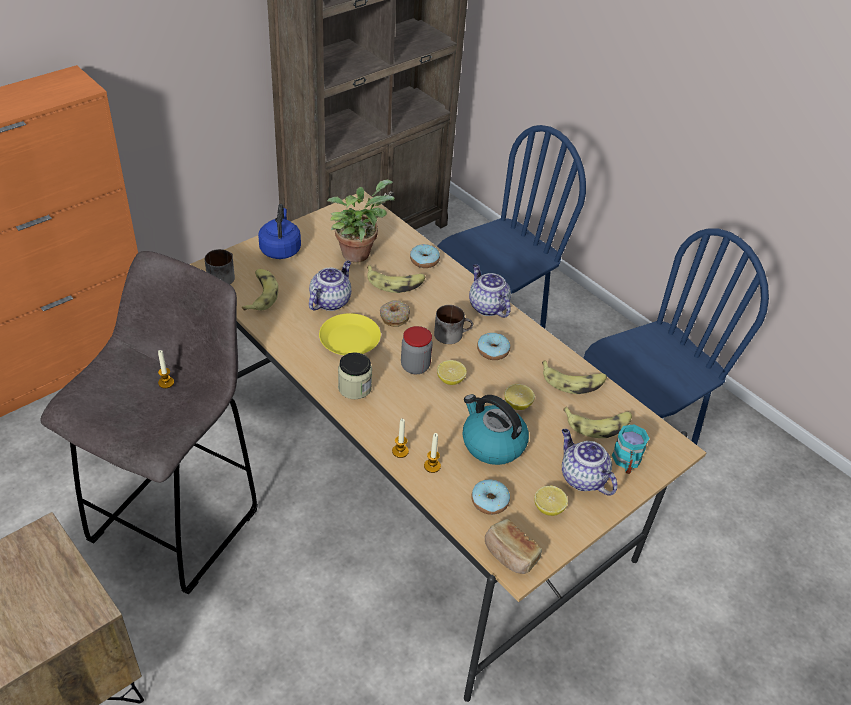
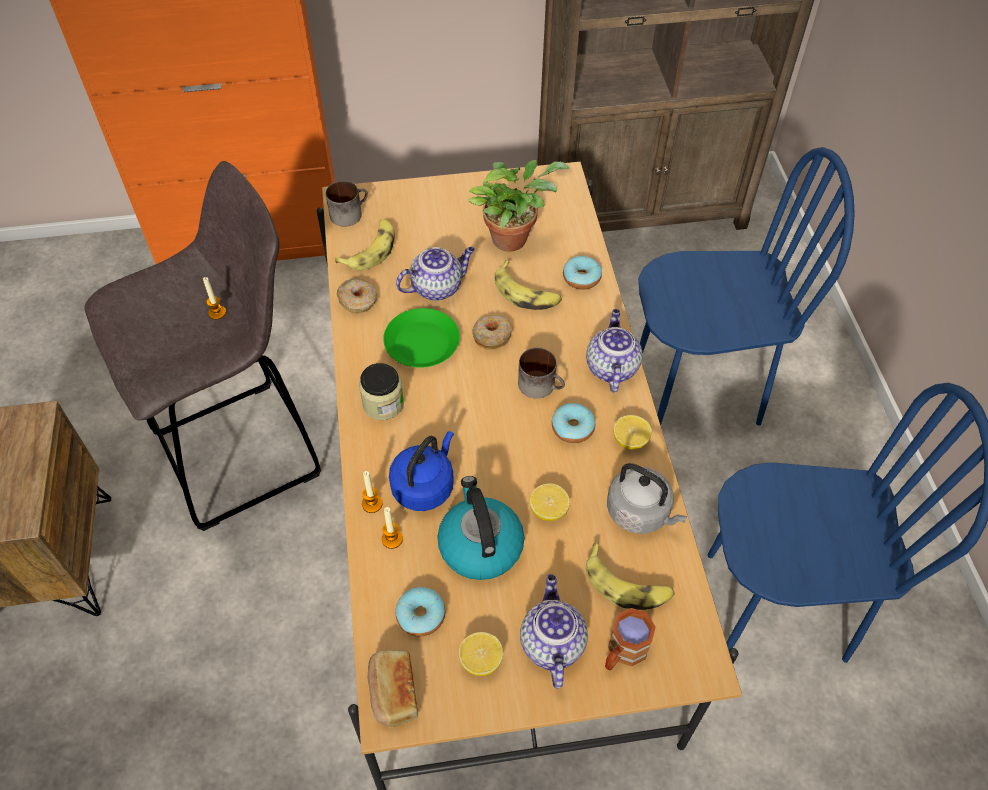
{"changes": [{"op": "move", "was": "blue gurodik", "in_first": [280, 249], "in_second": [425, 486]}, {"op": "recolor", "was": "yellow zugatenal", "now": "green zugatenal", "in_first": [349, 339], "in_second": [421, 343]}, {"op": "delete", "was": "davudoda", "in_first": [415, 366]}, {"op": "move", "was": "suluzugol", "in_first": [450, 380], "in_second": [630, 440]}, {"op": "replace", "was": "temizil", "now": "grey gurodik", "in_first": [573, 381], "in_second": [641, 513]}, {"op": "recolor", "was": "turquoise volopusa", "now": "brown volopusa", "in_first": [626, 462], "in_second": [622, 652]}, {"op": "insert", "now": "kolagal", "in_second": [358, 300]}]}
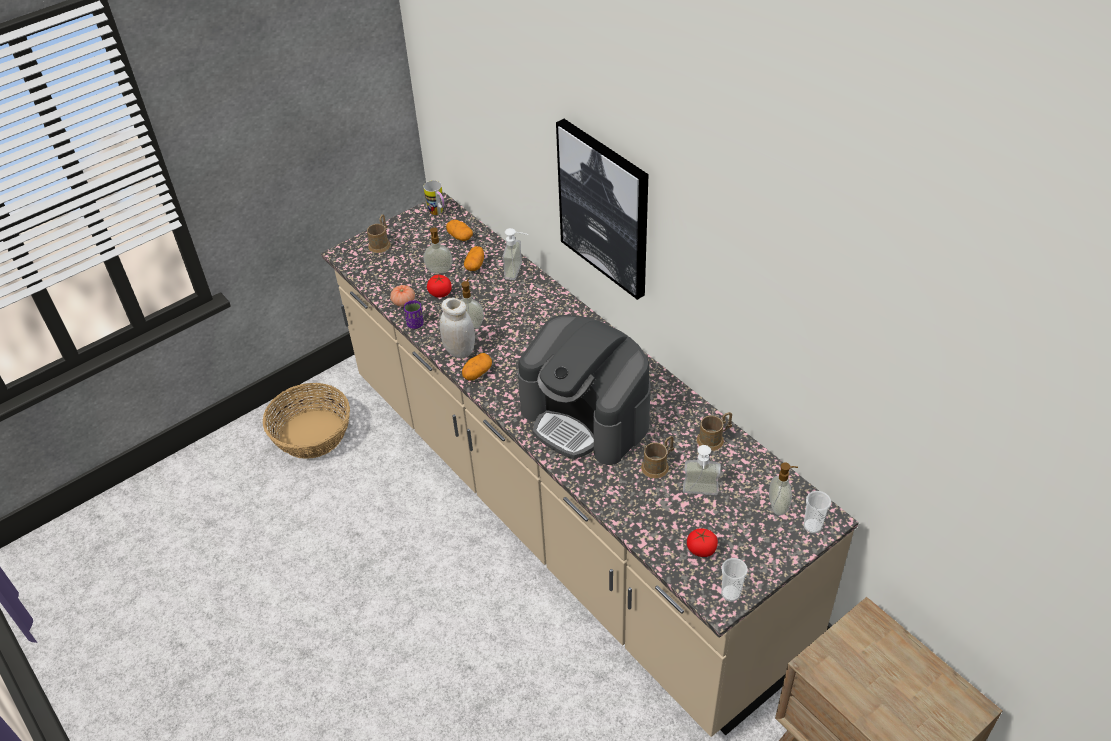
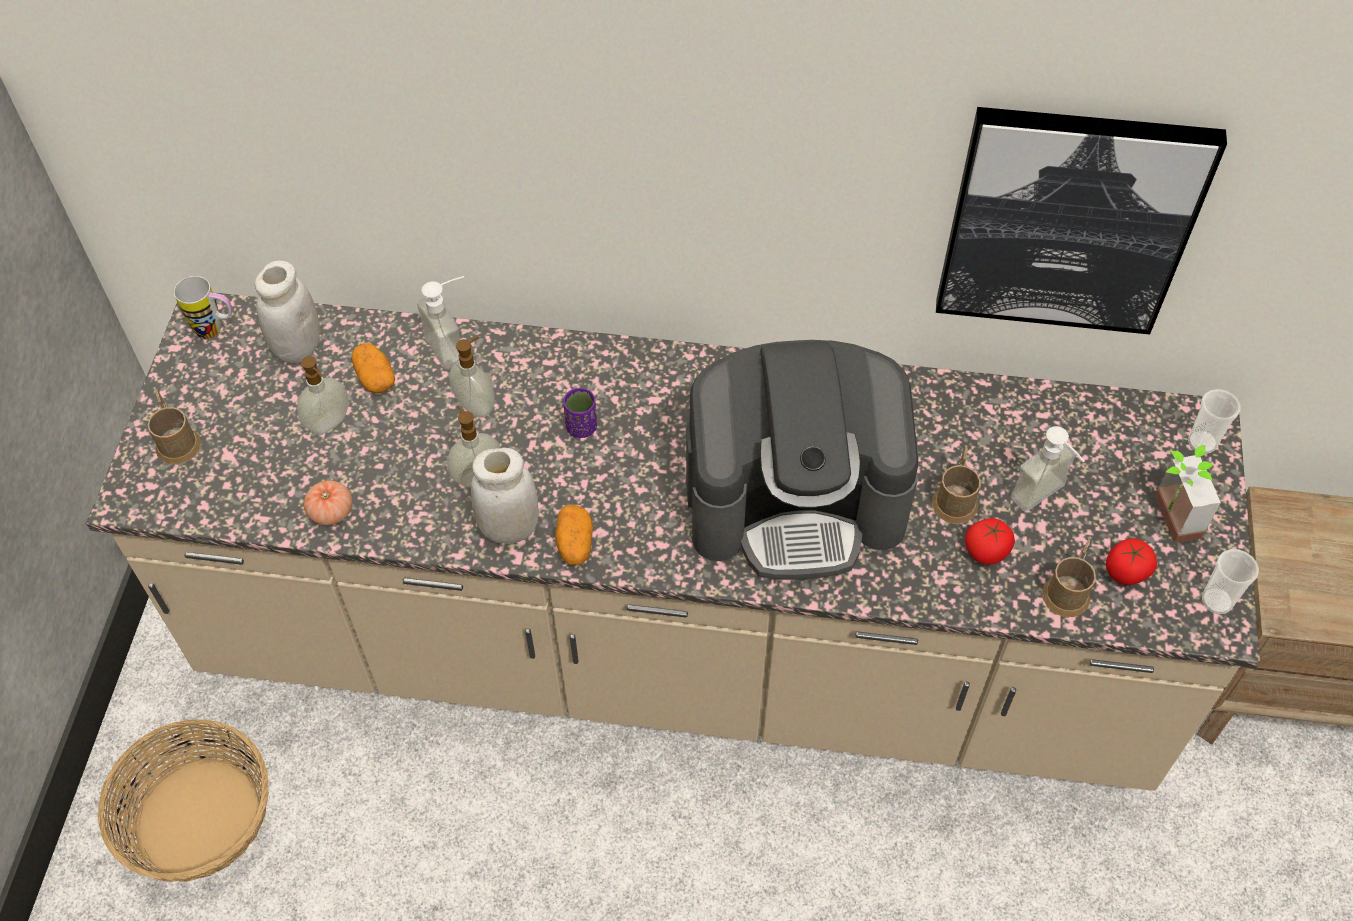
{"changes": [{"op": "move", "was": "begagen", "in_first": [605, 208], "in_second": [1069, 221]}, {"op": "replace", "was": "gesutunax", "now": "white davudoda", "in_first": [460, 236], "in_second": [297, 347]}, {"op": "move", "was": "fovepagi", "in_first": [440, 293], "in_second": [986, 551]}, {"op": "move", "was": "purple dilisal", "in_first": [415, 324], "in_second": [581, 427]}, {"op": "move", "was": "brown volopusa", "in_first": [714, 439], "in_second": [1068, 589]}, {"op": "move", "was": "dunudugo", "in_first": [779, 506], "in_second": [476, 405]}, {"op": "insert", "now": "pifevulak", "in_second": [1166, 519]}]}
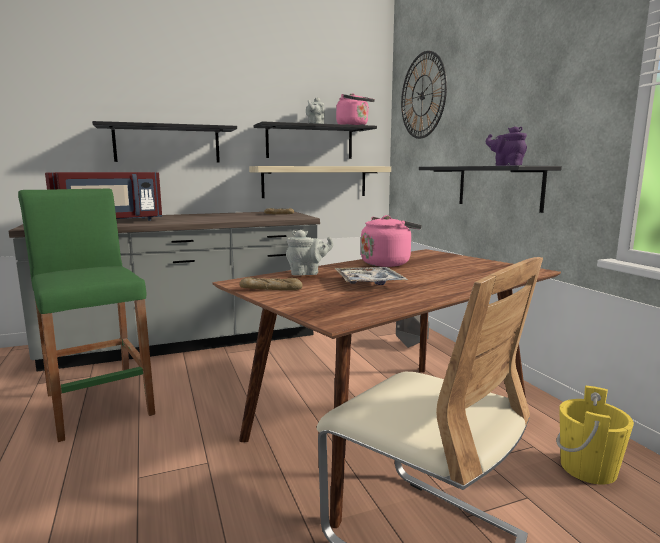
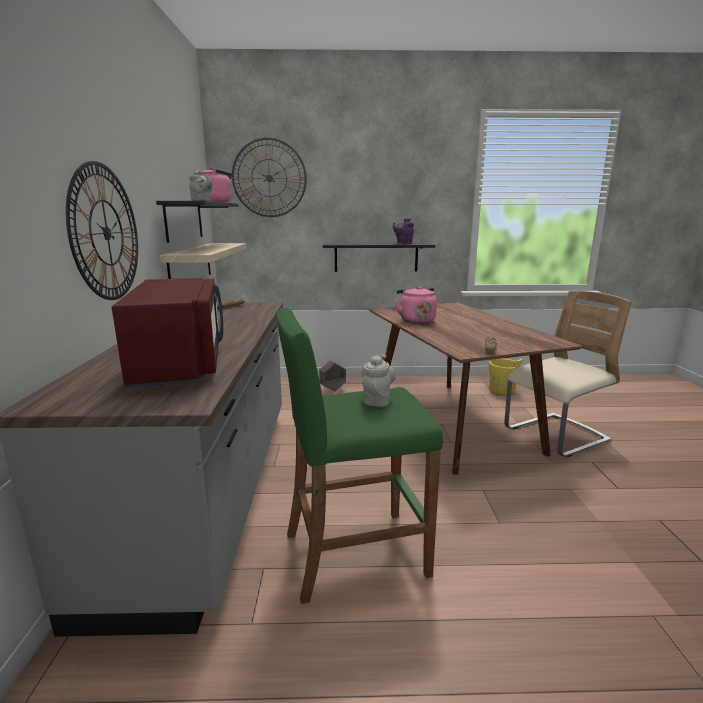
{"changes": [{"op": "replace", "was": "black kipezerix", "now": "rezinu", "in_first": [167, 144], "in_second": [106, 233]}, {"op": "move", "was": "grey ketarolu", "in_first": [307, 273], "in_second": [377, 400]}, {"op": "delete", "was": "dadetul", "in_first": [368, 283]}]}
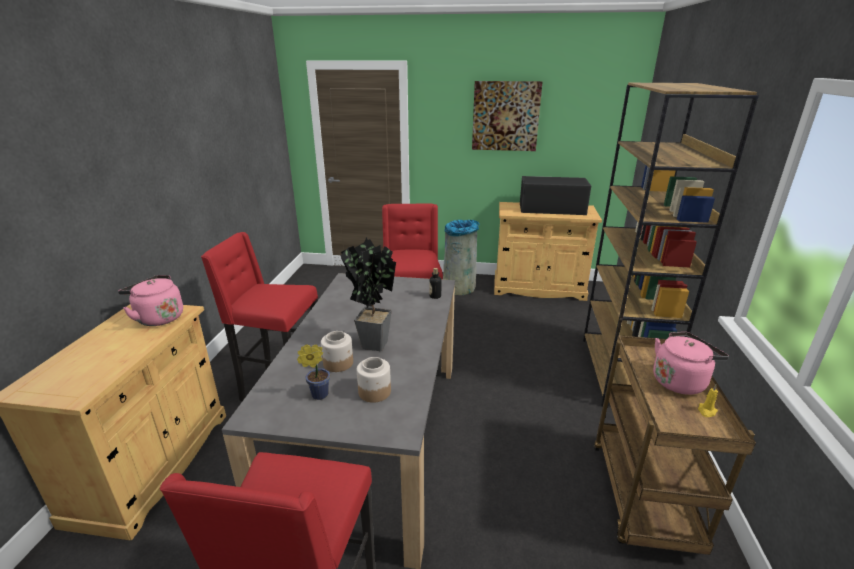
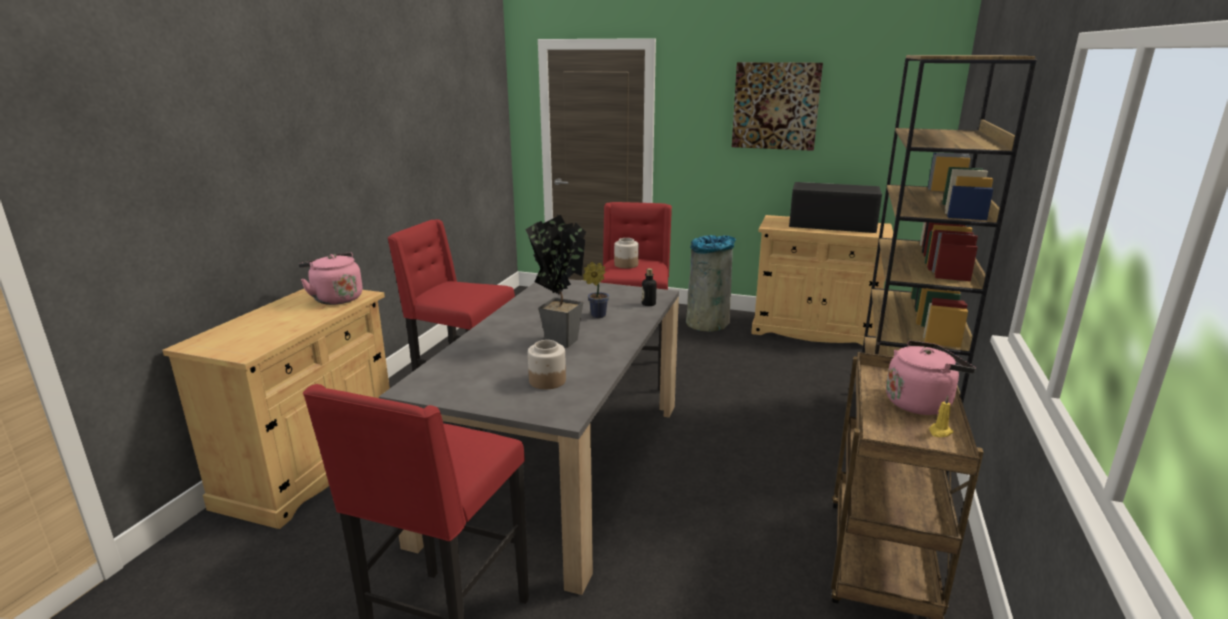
{"changes": [{"op": "move", "was": "davudoda", "in_first": [338, 363], "in_second": [626, 265]}, {"op": "move", "was": "pifevulak", "in_first": [317, 395], "in_second": [596, 315]}]}
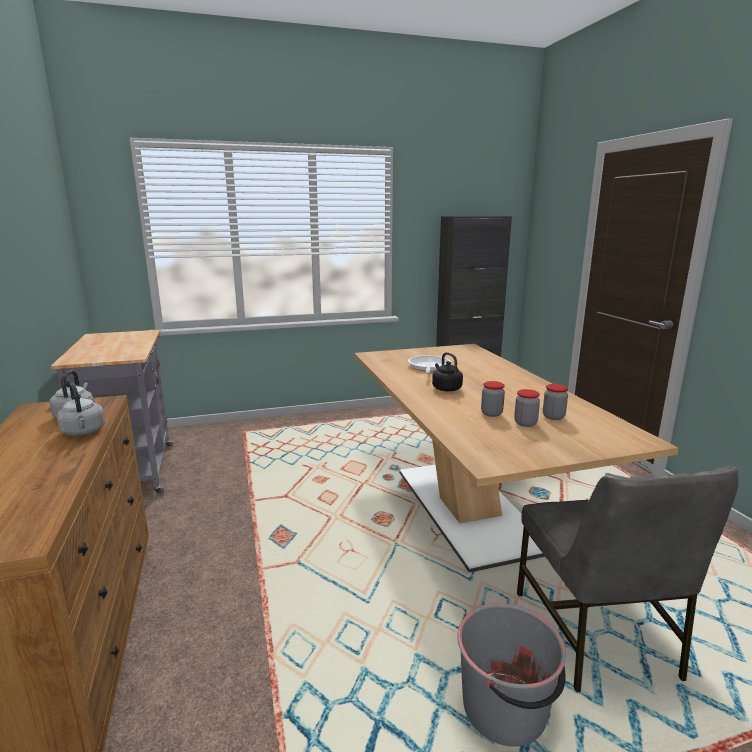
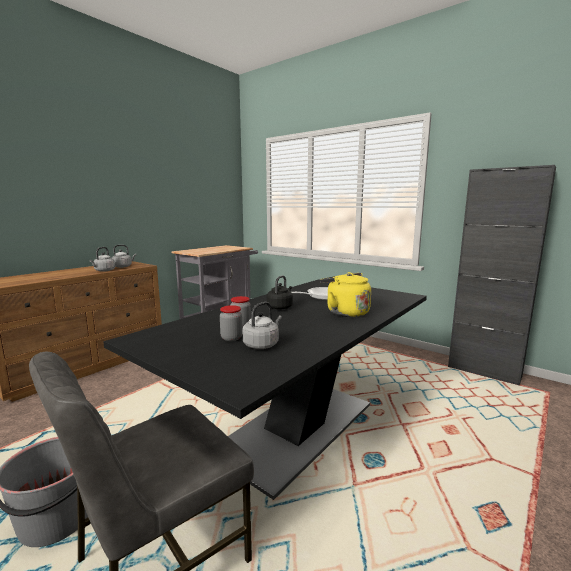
{"changes": [{"op": "recolor", "was": "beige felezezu", "now": "black felezezu", "in_first": [467, 509], "in_second": [296, 428]}, {"op": "replace", "was": "davudoda", "now": "grey gurodik", "in_first": [553, 417], "in_second": [262, 344]}, {"op": "insert", "now": "yellow gurodik", "in_second": [345, 312]}]}
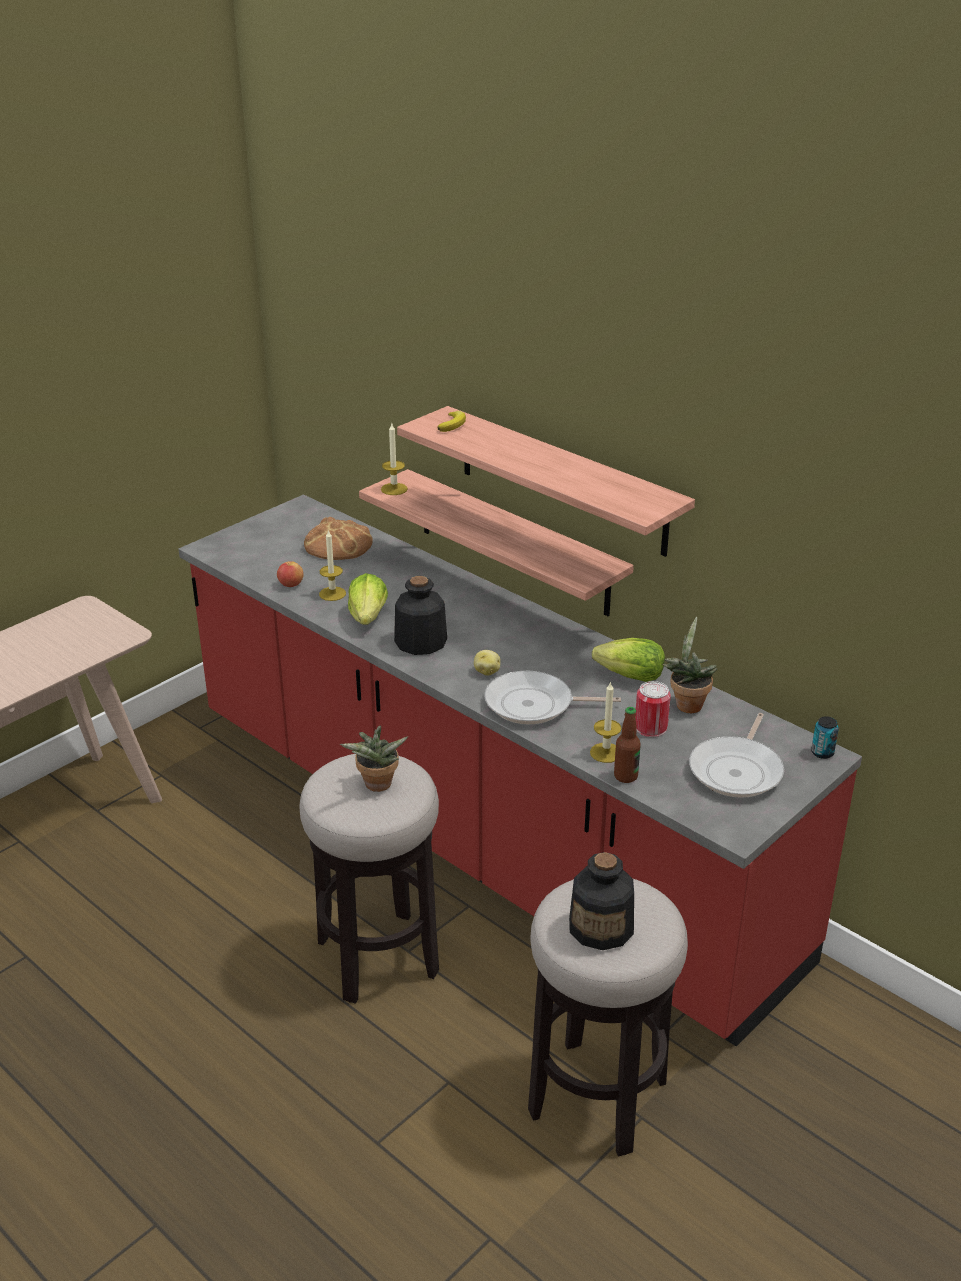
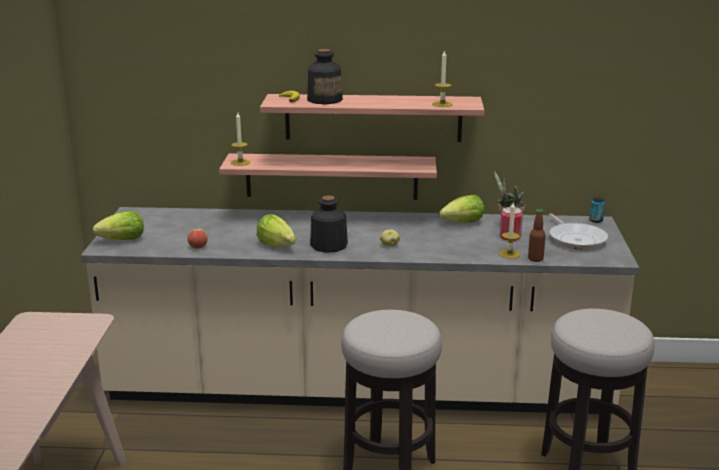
{"changes": [{"op": "recolor", "was": "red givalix", "now": "beige givalix", "in_first": [480, 834], "in_second": [359, 387]}, {"op": "delete", "was": "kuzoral", "in_first": [338, 544]}, {"op": "move", "was": "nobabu", "in_first": [332, 594], "in_second": [442, 104]}, {"op": "delete", "was": "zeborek", "in_first": [534, 705]}, {"op": "delete", "was": "pifevulak", "in_first": [377, 786]}, {"op": "move", "was": "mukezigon", "in_first": [601, 927], "in_second": [325, 100]}, {"op": "insert", "now": "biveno", "in_second": [123, 240]}]}
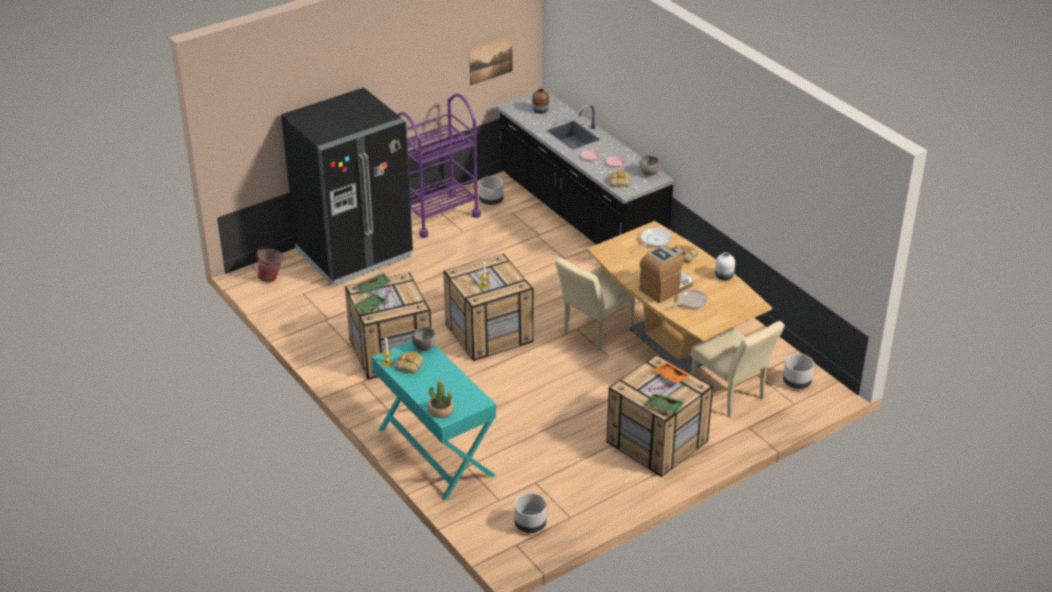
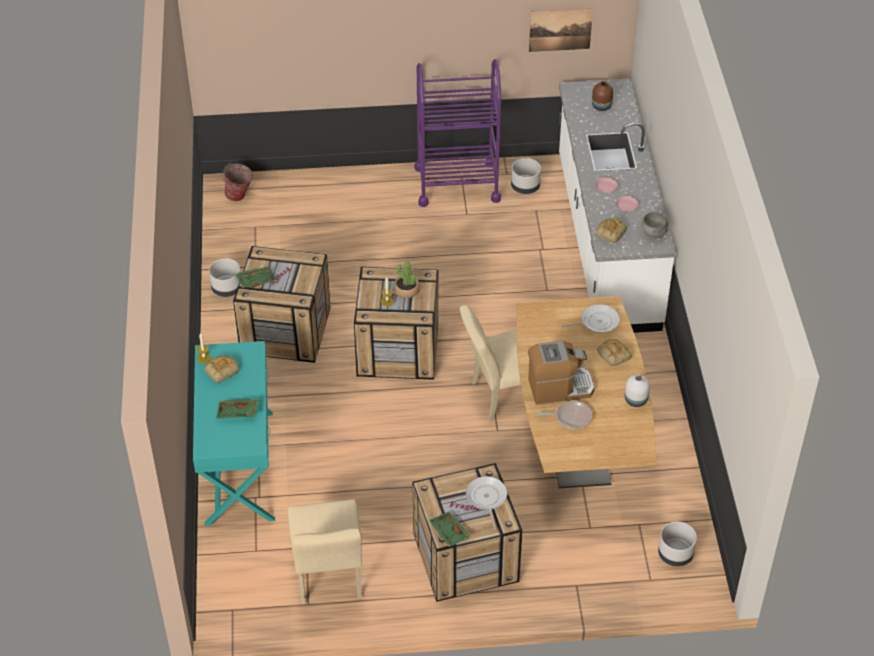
{"changes": [{"op": "delete", "was": "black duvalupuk", "in_first": [354, 254]}, {"op": "recolor", "was": "black givalix", "now": "white givalix", "in_first": [580, 215], "in_second": [606, 242]}, {"op": "move", "was": "green dadetul", "in_first": [373, 287], "in_second": [238, 413]}, {"op": "move", "was": "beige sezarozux", "in_first": [731, 396], "in_second": [328, 578]}, {"op": "delete", "was": "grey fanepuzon", "in_first": [424, 347]}, {"op": "replace", "was": "orange dadetul", "now": "zeborek", "in_first": [670, 377], "in_second": [486, 498]}, {"op": "move", "was": "pifevulak", "in_first": [440, 410], "in_second": [406, 290]}, {"op": "move", "was": "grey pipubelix", "in_first": [530, 525], "in_second": [227, 289]}]}
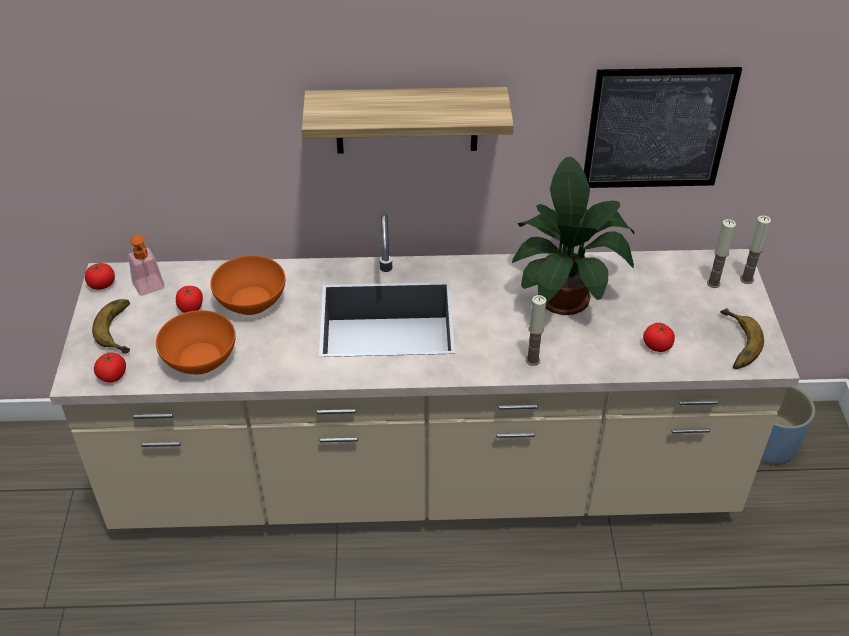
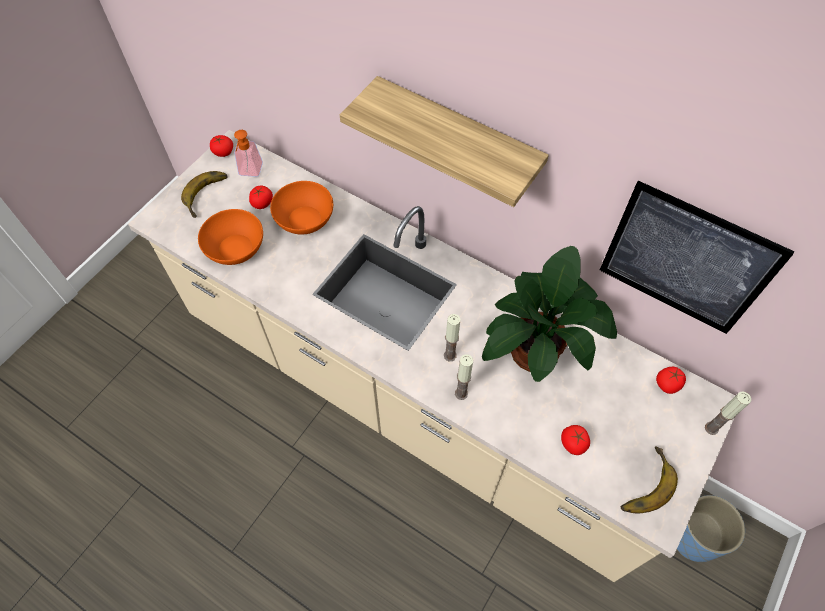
{"changes": [{"op": "move", "was": "nobabu", "in_first": [713, 283], "in_second": [450, 355]}, {"op": "move", "was": "fovepagi", "in_first": [112, 376], "in_second": [667, 384]}]}
